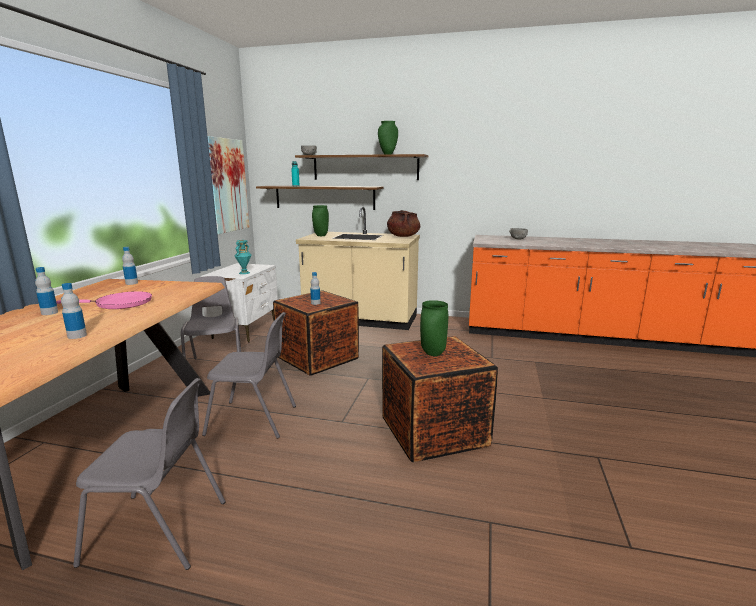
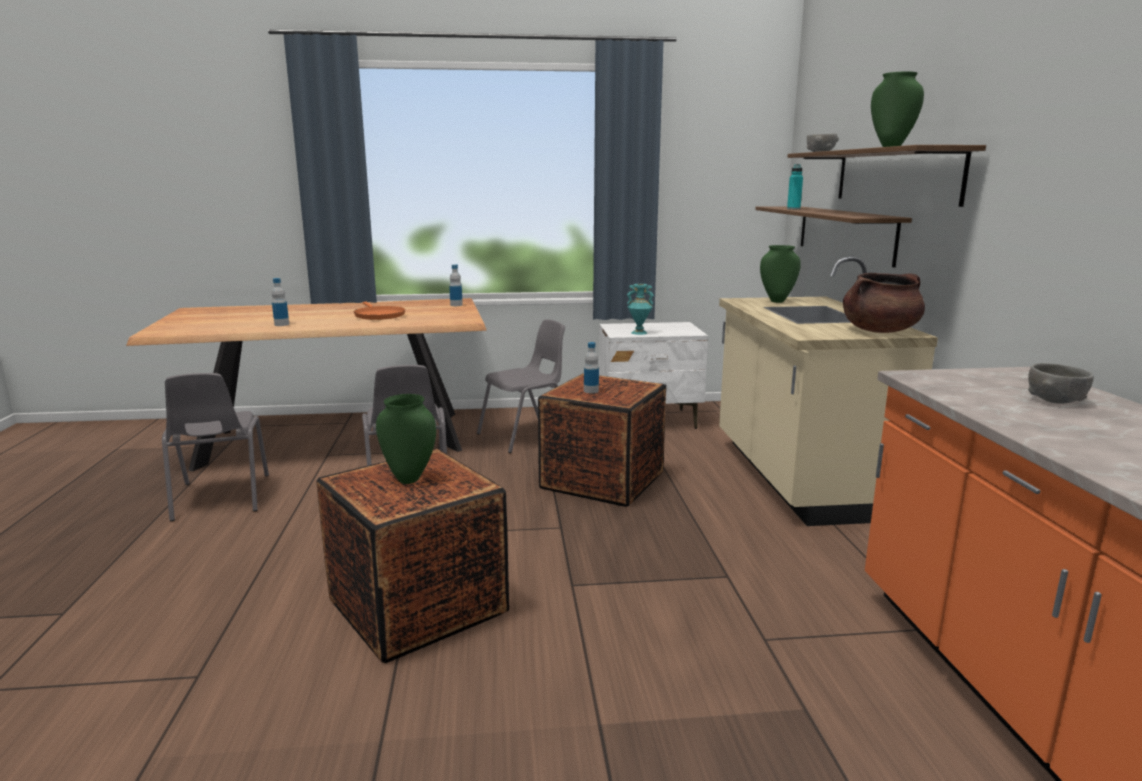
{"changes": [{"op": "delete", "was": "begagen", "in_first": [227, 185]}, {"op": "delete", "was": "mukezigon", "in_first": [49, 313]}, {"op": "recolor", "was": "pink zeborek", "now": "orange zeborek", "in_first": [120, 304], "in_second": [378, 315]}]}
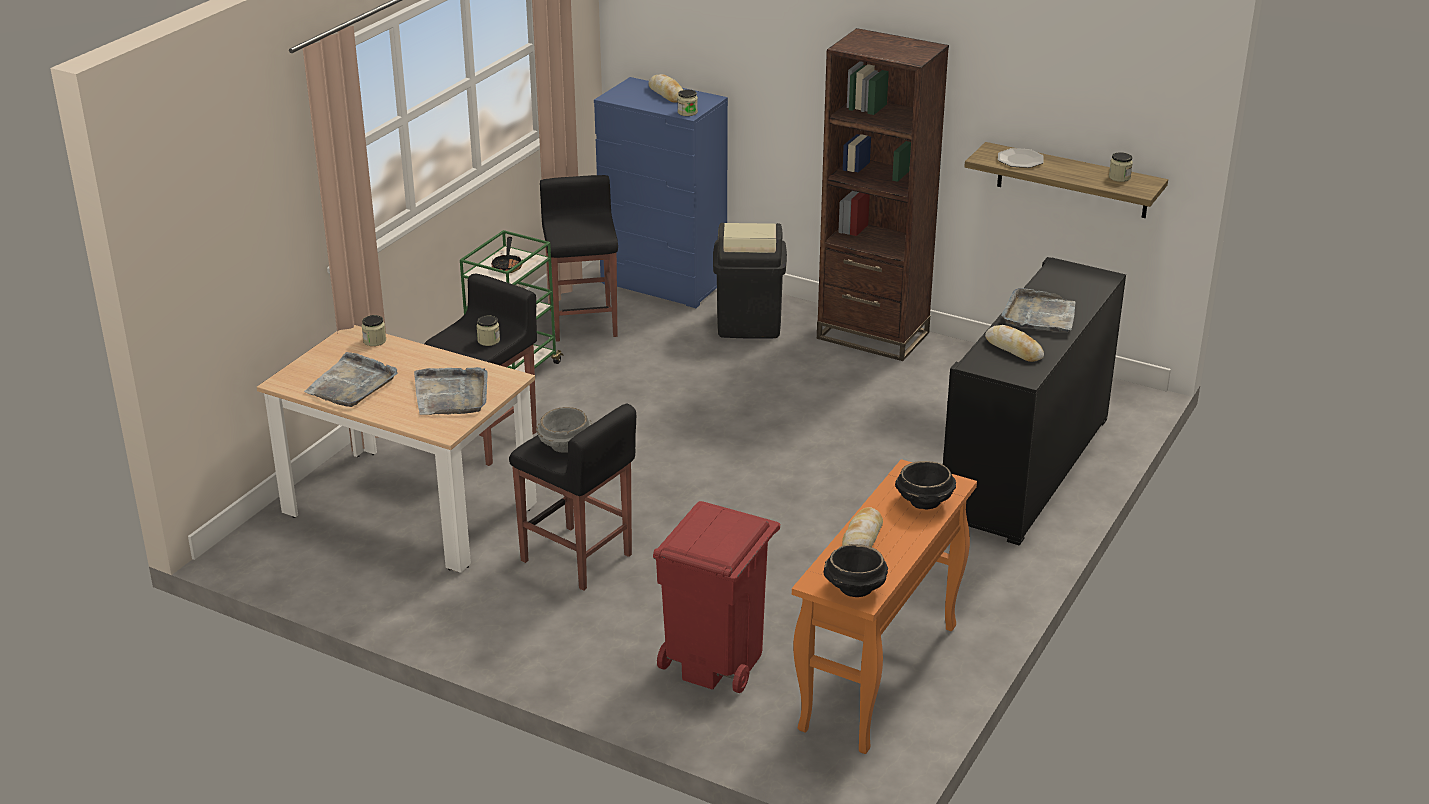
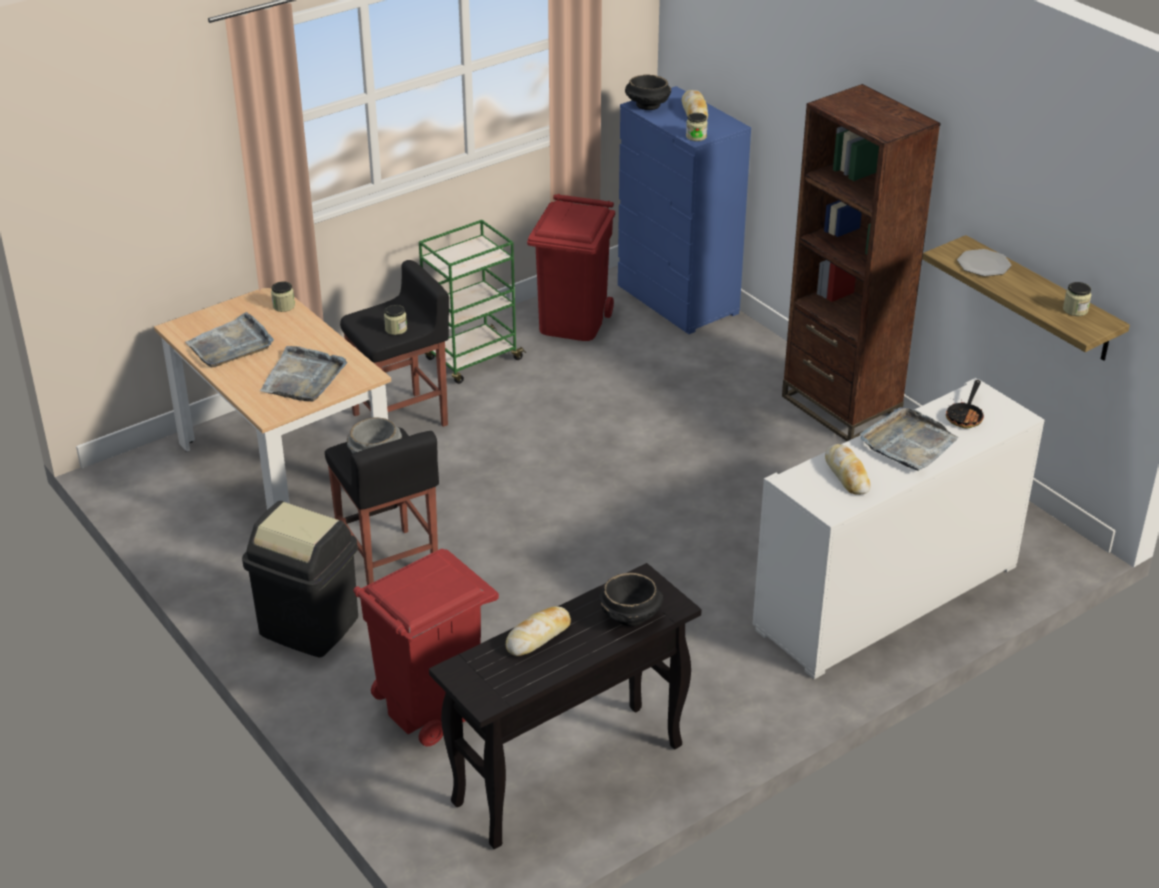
{"changes": [{"op": "replace", "was": "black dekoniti", "now": "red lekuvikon", "in_first": [583, 322], "in_second": [573, 322]}, {"op": "move", "was": "black lekuvikon", "in_first": [749, 324], "in_second": [309, 626]}, {"op": "move", "was": "zeborek", "in_first": [507, 265], "in_second": [965, 416]}, {"op": "recolor", "was": "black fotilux", "now": "white fotilux", "in_first": [1026, 468], "in_second": [887, 597]}, {"op": "recolor", "was": "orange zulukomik", "now": "black zulukomik", "in_first": [879, 678], "in_second": [567, 776]}, {"op": "move", "was": "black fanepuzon", "in_first": [854, 588], "in_second": [647, 106]}]}
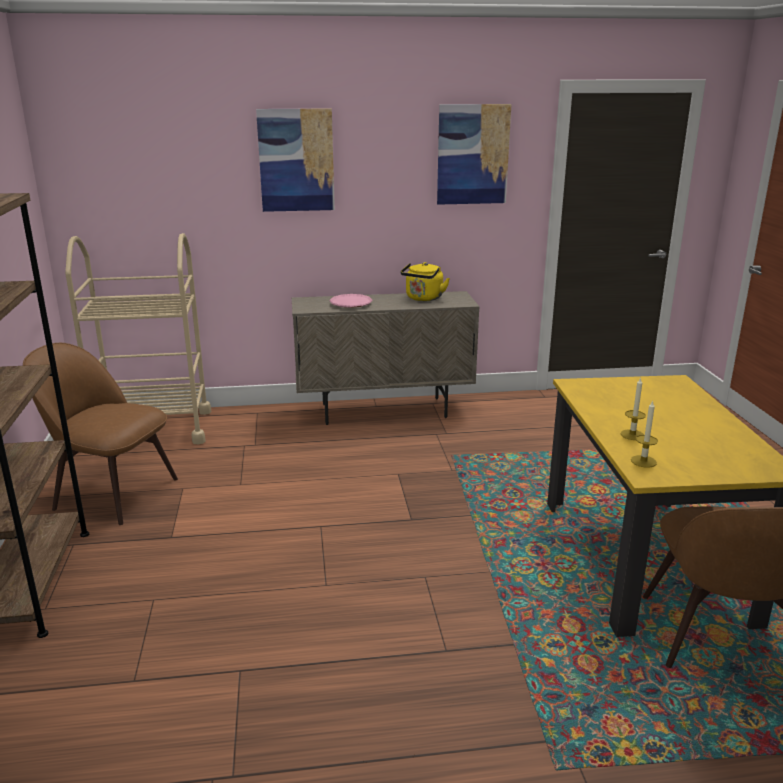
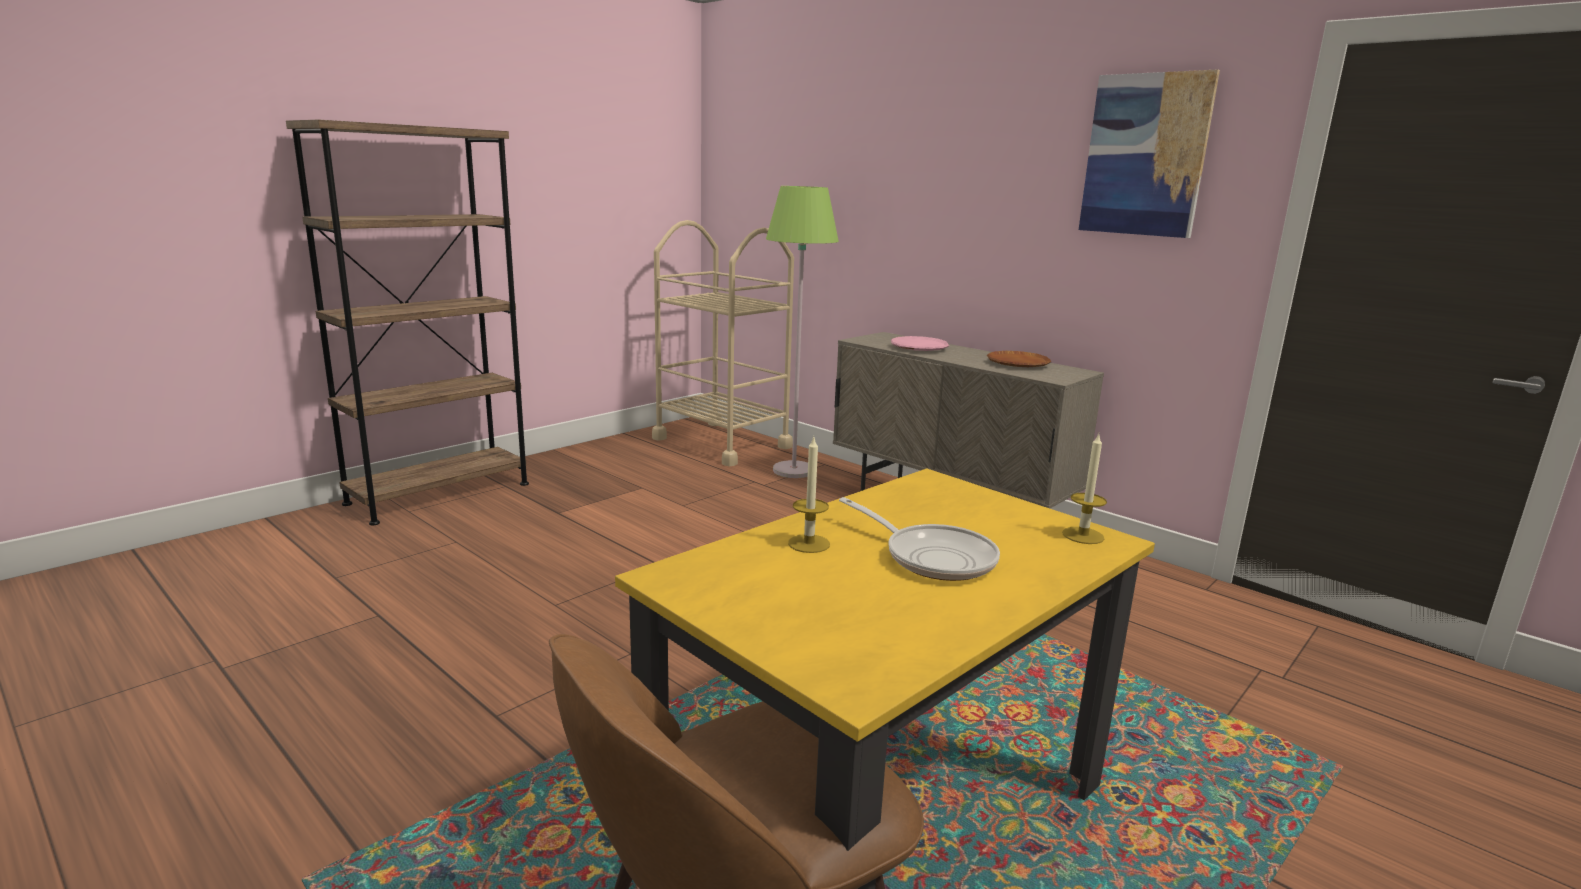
{"changes": [{"op": "delete", "was": "begagen", "in_first": [296, 160]}, {"op": "replace", "was": "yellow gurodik", "now": "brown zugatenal", "in_first": [423, 298], "in_second": [1018, 364]}, {"op": "delete", "was": "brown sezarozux", "in_first": [112, 492]}, {"op": "move", "was": "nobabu", "in_first": [643, 461], "in_second": [1083, 535]}, {"op": "insert", "now": "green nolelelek", "in_second": [793, 471]}, {"op": "insert", "now": "zeborek", "in_second": [932, 557]}]}
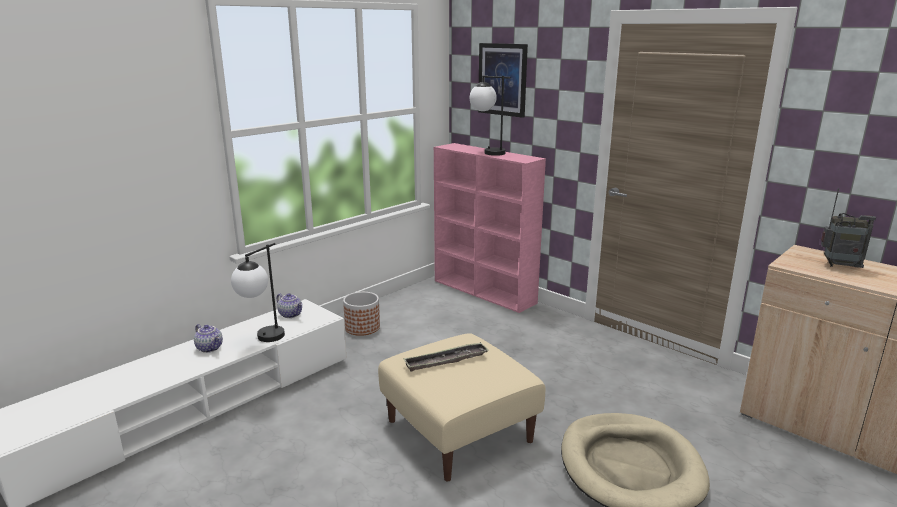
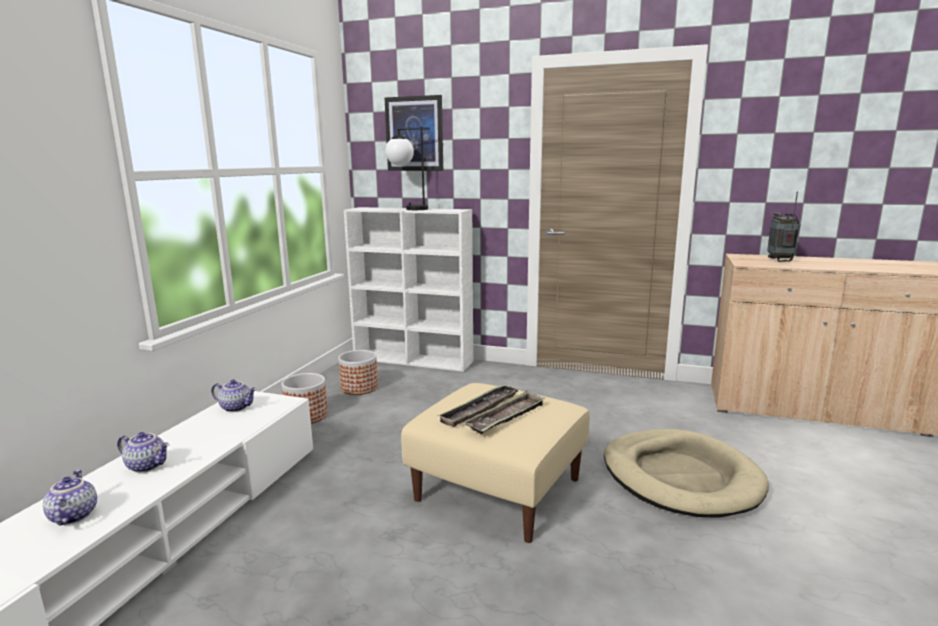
{"changes": [{"op": "recolor", "was": "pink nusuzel", "now": "white nusuzel", "in_first": [485, 292], "in_second": [414, 360]}, {"op": "rotate", "was": "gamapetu", "in_first": [839, 266], "in_second": [780, 261], "clockwise": -75}, {"op": "delete", "was": "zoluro", "in_first": [263, 340]}, {"op": "insert", "now": "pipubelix", "in_second": [359, 388]}, {"op": "insert", "now": "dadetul", "in_second": [506, 417]}, {"op": "insert", "now": "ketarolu", "in_second": [72, 516]}]}
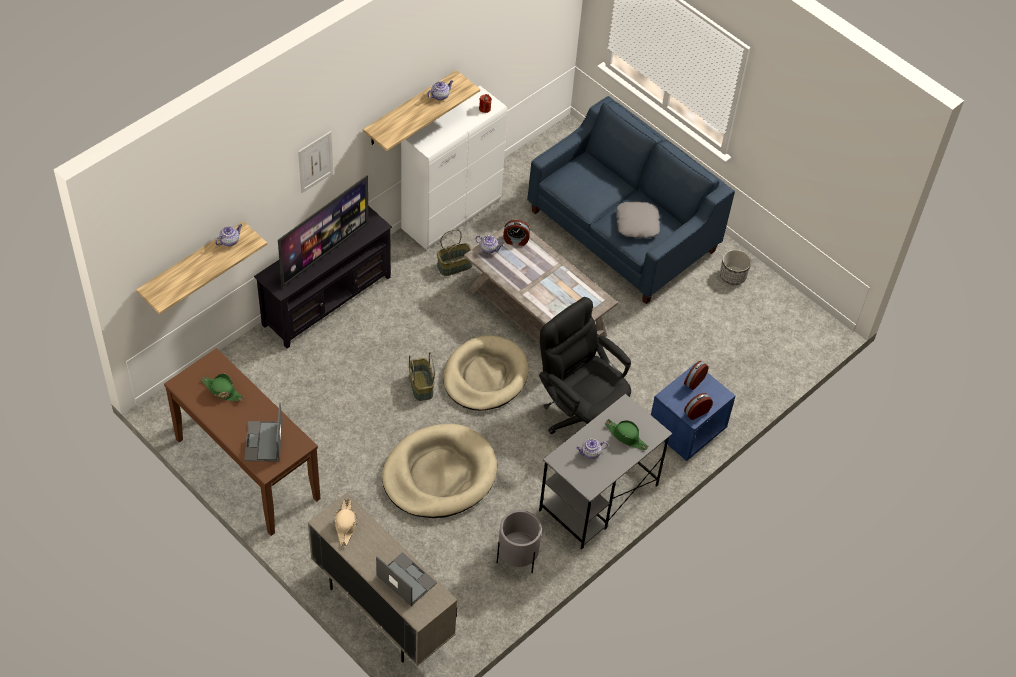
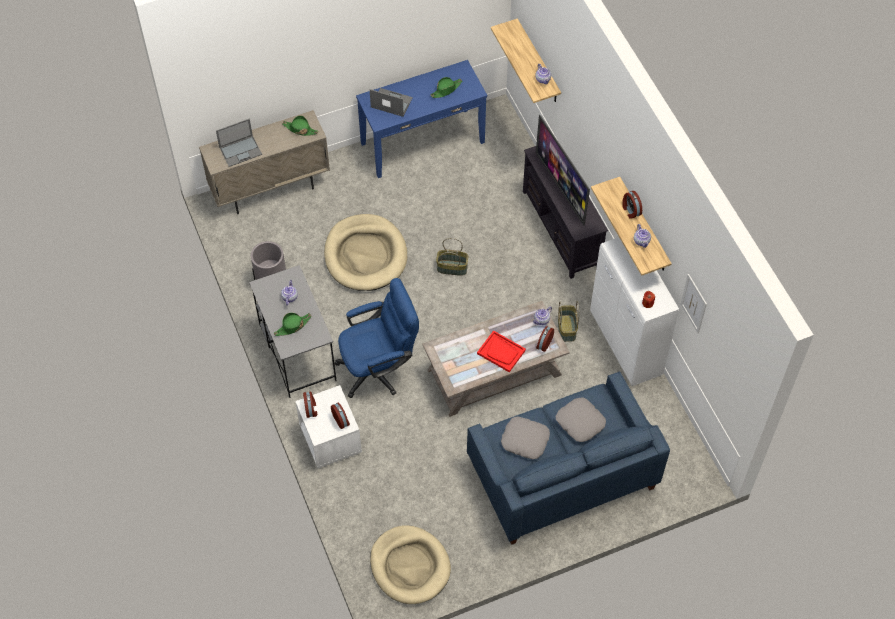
{"changes": [{"op": "move", "was": "begagen", "in_first": [315, 162], "in_second": [693, 303]}, {"op": "delete", "was": "pipubelix", "in_first": [733, 275]}, {"op": "recolor", "was": "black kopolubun", "now": "blue kopolubun", "in_first": [580, 413], "in_second": [379, 368]}, {"op": "move", "was": "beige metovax", "in_first": [485, 376], "in_second": [410, 566]}, {"op": "recolor", "was": "brown zulukomik", "now": "blue zulukomik", "in_first": [247, 469], "in_second": [422, 142]}, {"op": "recolor", "was": "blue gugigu", "now": "white gugigu", "in_first": [686, 430], "in_second": [330, 439]}, {"op": "recolor", "was": "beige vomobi", "now": "green vomobi", "in_first": [345, 525], "in_second": [300, 129]}, {"op": "insert", "now": "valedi", "in_second": [630, 210]}, {"op": "insert", "now": "red dadetul", "in_second": [501, 352]}, {"op": "insert", "now": "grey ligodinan", "in_second": [580, 422]}]}
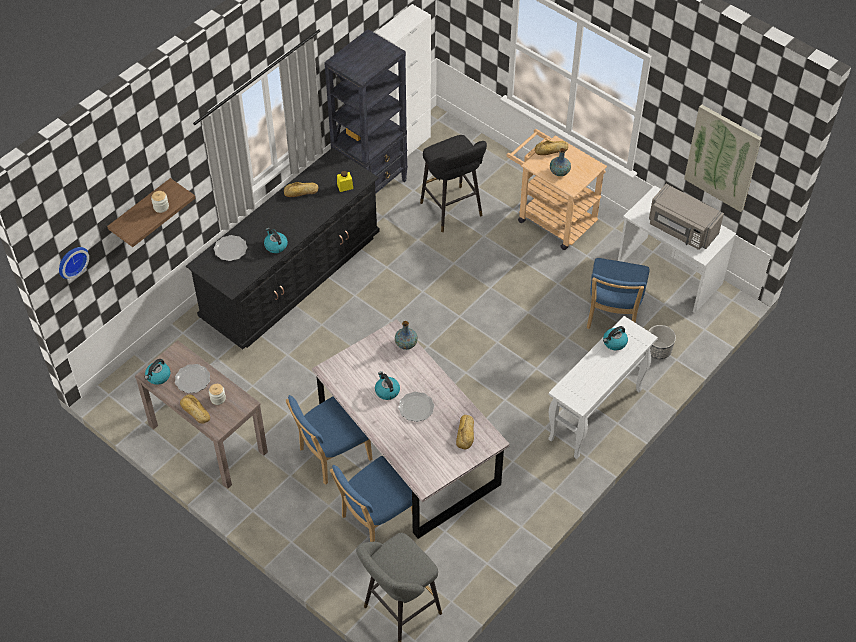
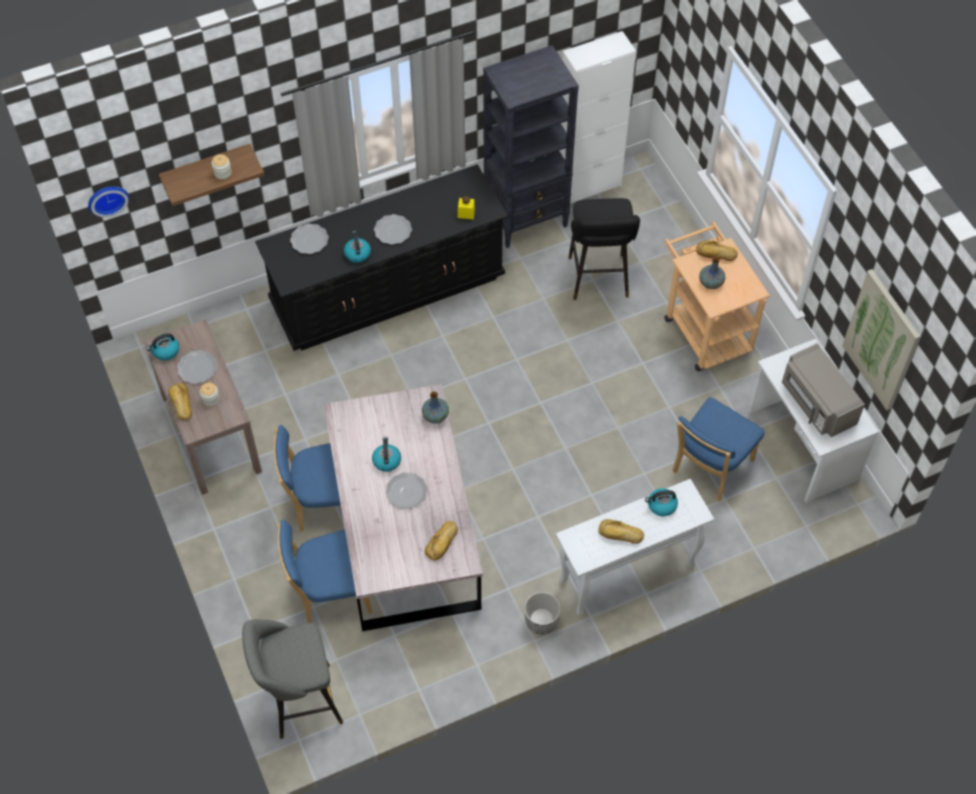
{"changes": [{"op": "move", "was": "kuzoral", "in_first": [301, 192], "in_second": [620, 534]}, {"op": "move", "was": "pipubelix", "in_first": [658, 350], "in_second": [541, 621]}, {"op": "insert", "now": "zugatenal", "in_second": [392, 231]}]}
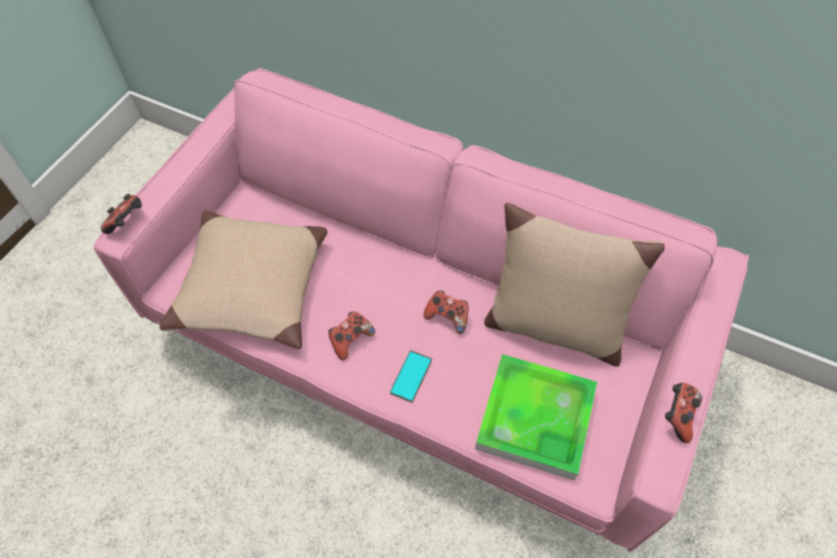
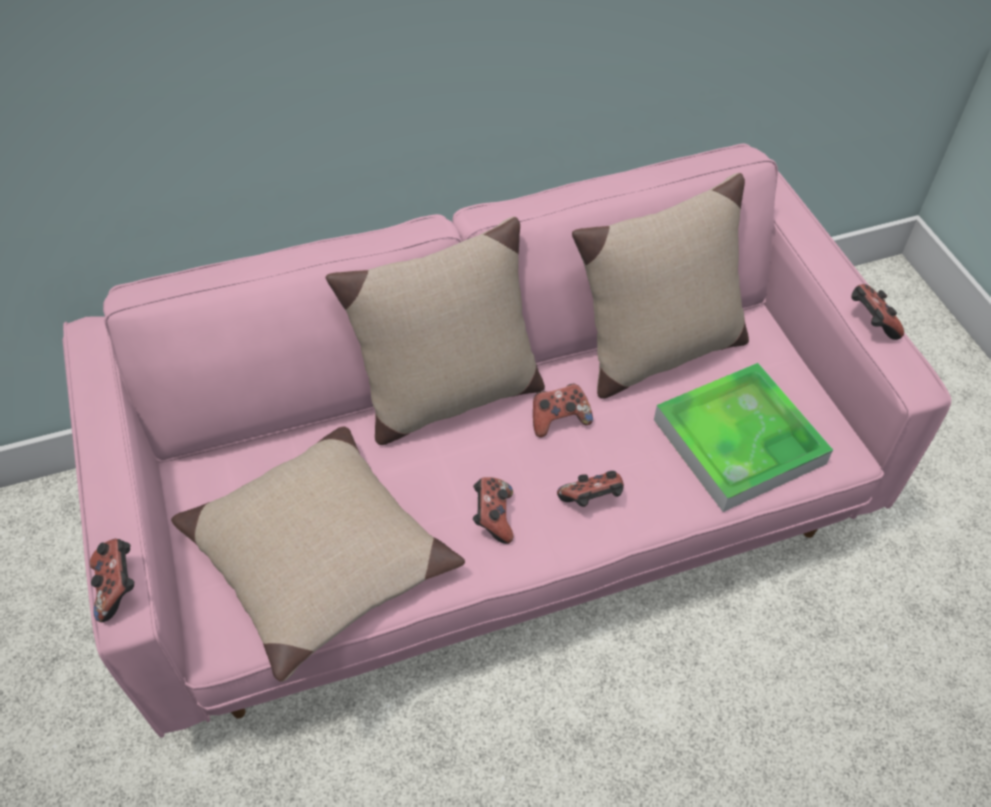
{"changes": [{"op": "replace", "was": "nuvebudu", "now": "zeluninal", "in_first": [411, 376], "in_second": [592, 500]}, {"op": "insert", "now": "beige ligodinan", "in_second": [448, 397]}]}
